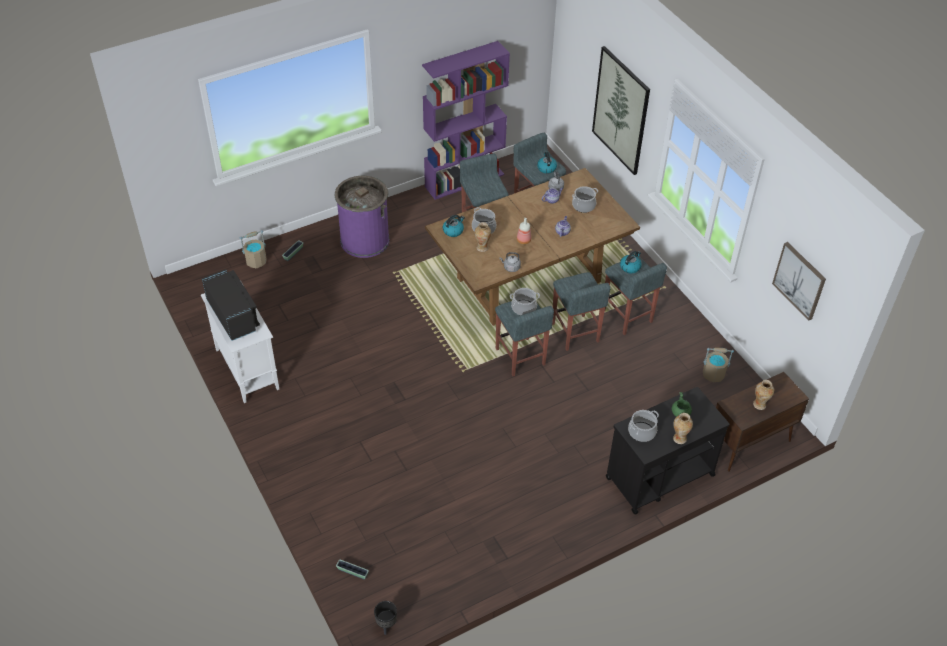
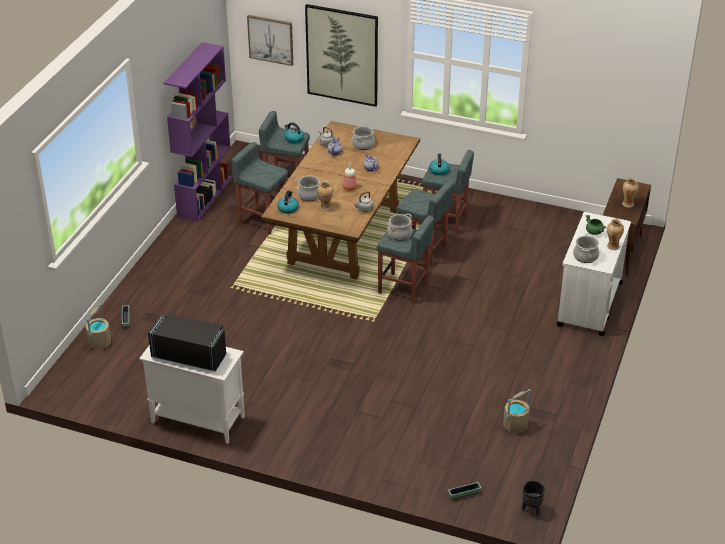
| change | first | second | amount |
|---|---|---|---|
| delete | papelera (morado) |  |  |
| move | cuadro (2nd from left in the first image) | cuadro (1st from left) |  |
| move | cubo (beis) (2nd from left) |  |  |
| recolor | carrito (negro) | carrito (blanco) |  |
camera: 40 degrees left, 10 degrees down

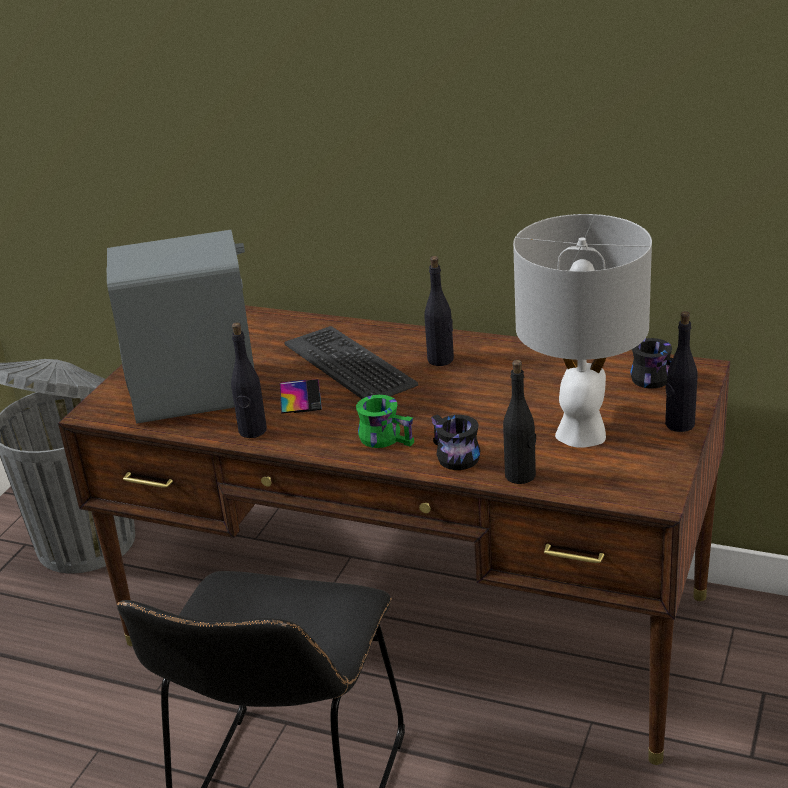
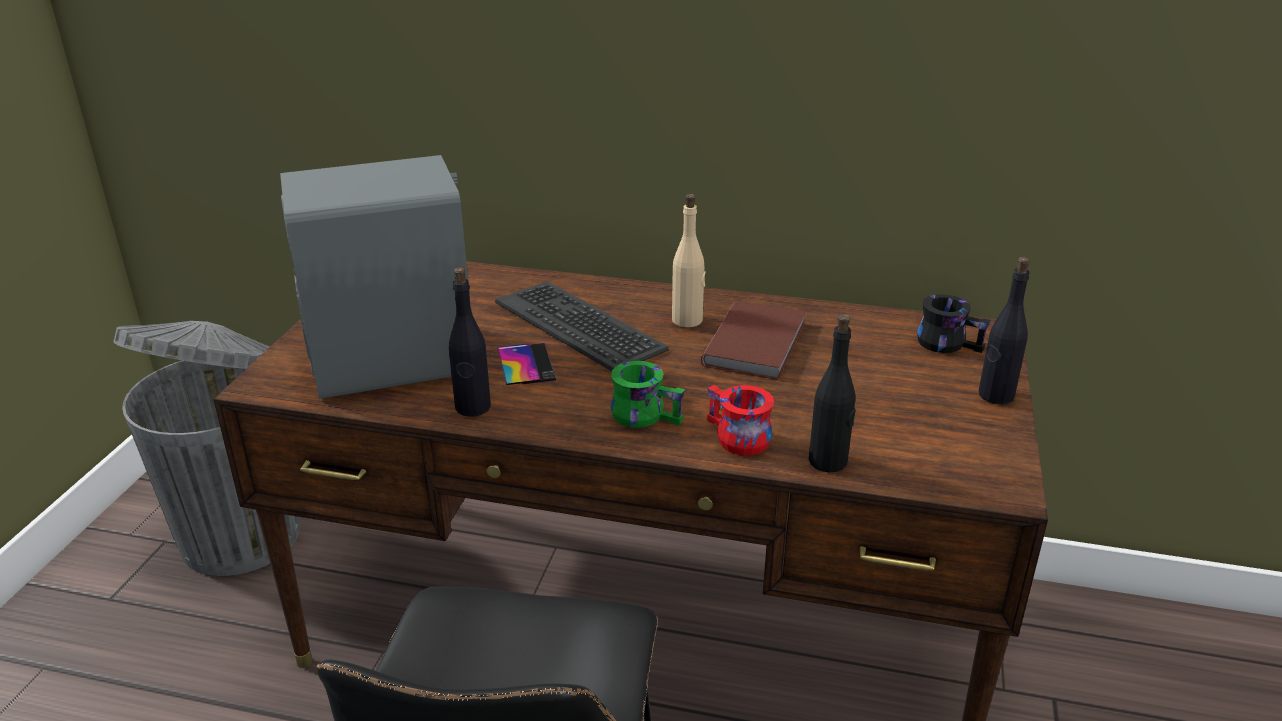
| change | first | second | amount |
|---|---|---|---|
| delete | lámpara de mesa (gris) |  |  |
| recolor | botella (negro) (2nd from left) | botella (beis) |  |
| recolor | taza grande (negro) (1st from left) | taza grande (rojo) |  |
| insert |  | libro (marrón) |  |
camera: 10 degrees left, 0 degrees up

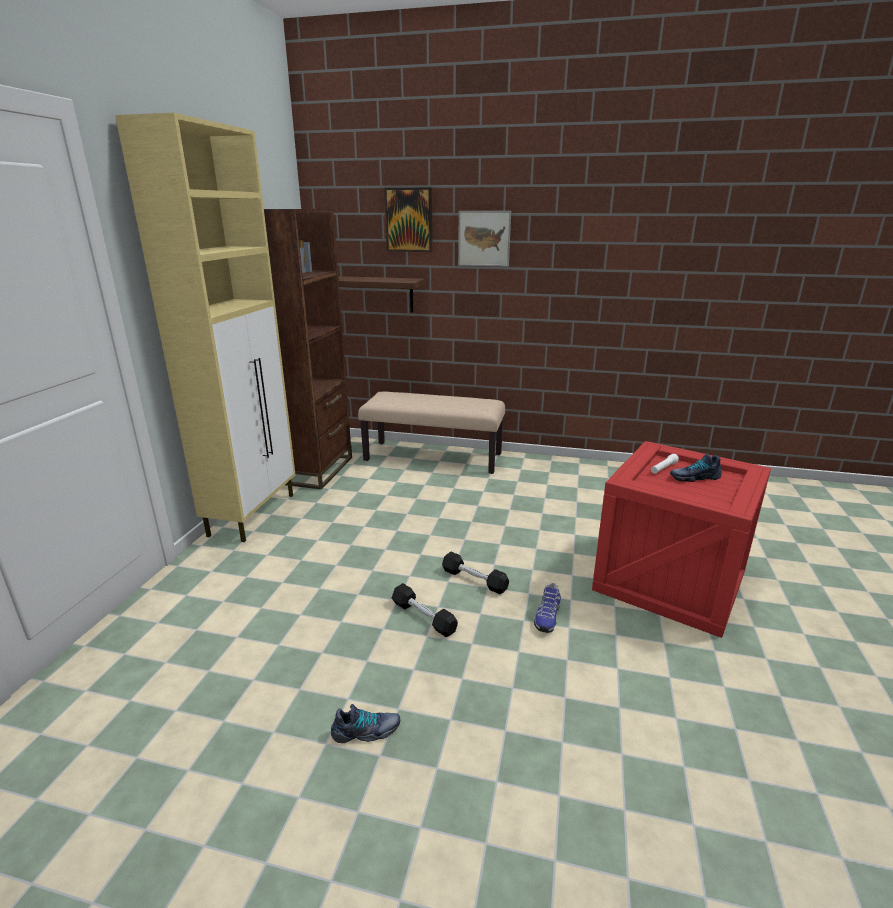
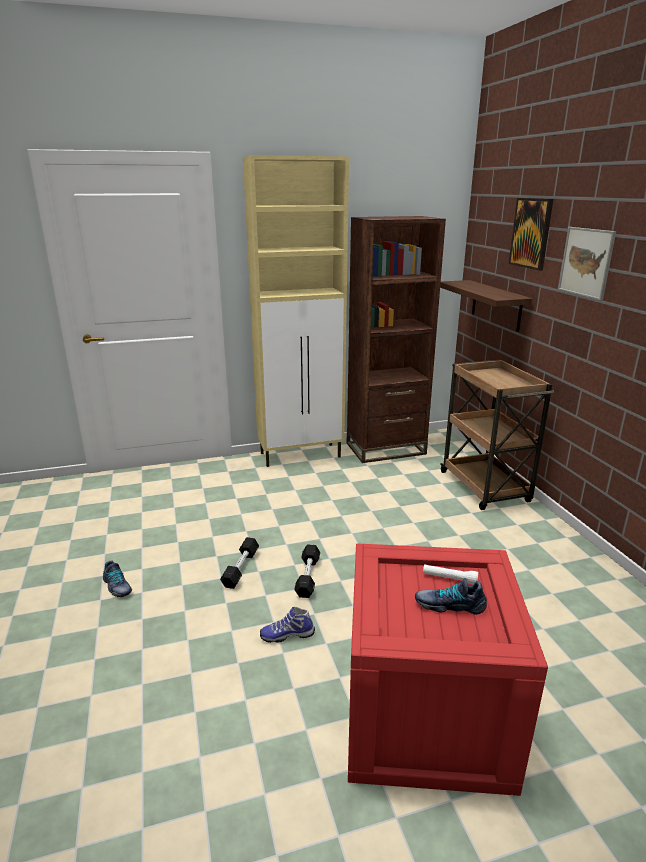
| change | first | second | amount |
|---|---|---|---|
| replace | banco (beis) | carrito (marrón) |  |
| rotate | zapato (3rd from left) |  | 45 degrees counterclockwise |
camera: 60 degrees right, 0 degrees up

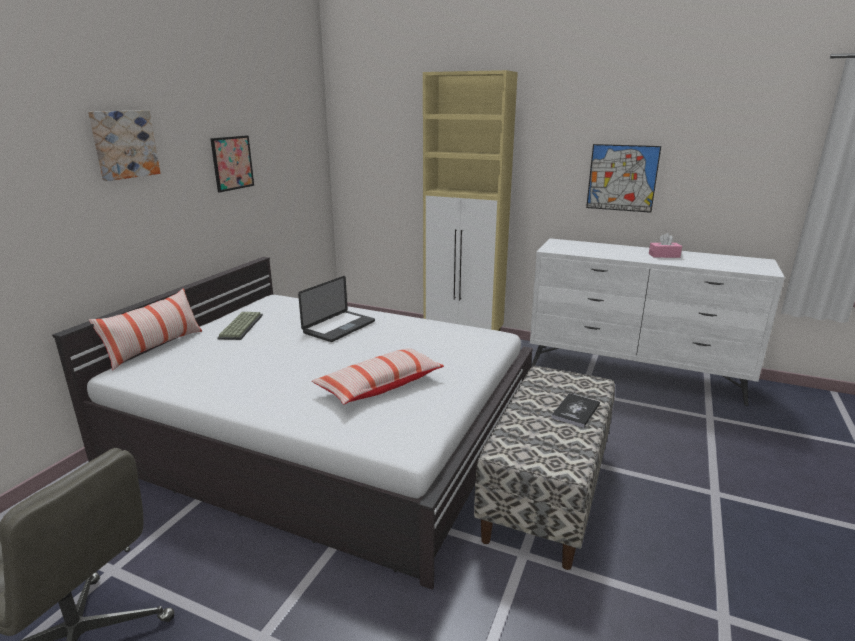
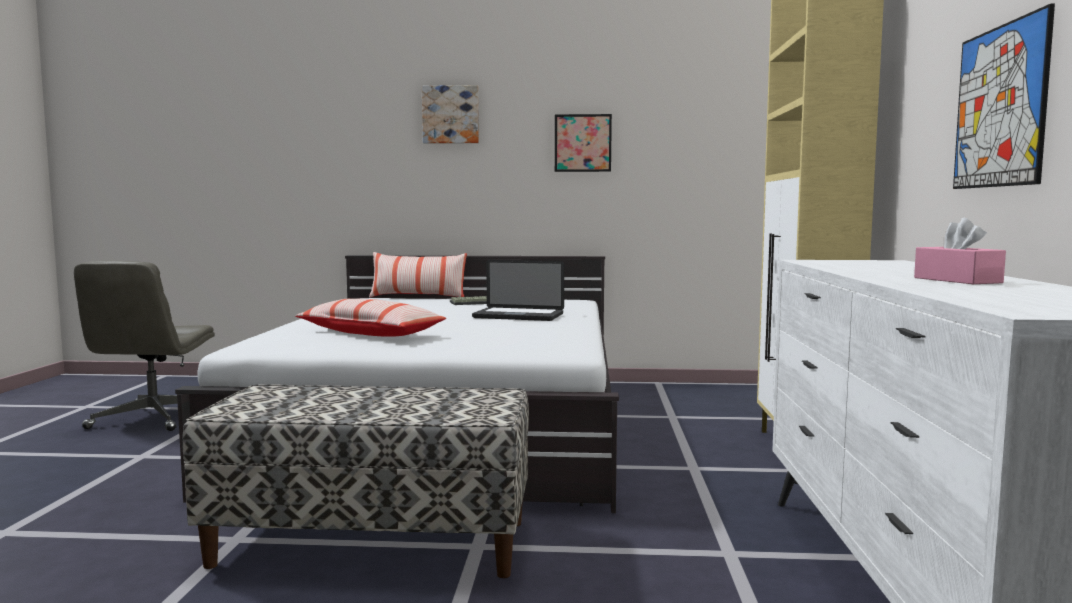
| change | first | second | amount |
|---|---|---|---|
| delete | libro |  |  |
camera: 70 degrees right, 15 degrees down

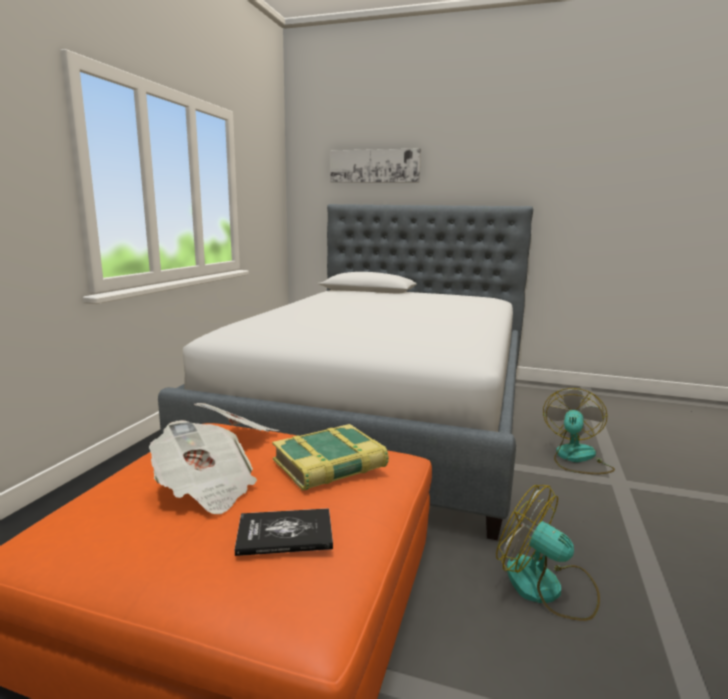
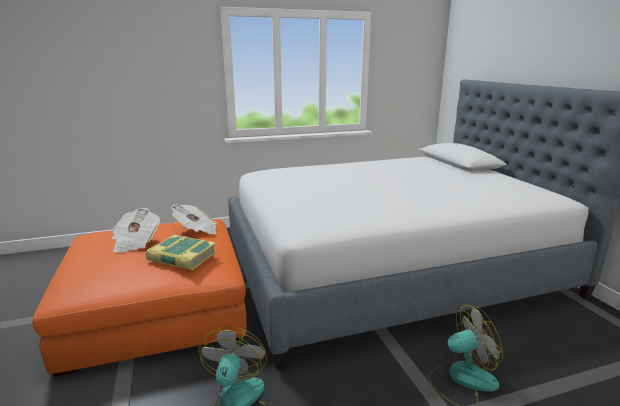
| change | first | second | amount |
|---|---|---|---|
| delete | cuadro |  |  |
| delete | libro (1st from left) |  |  |
camera: 55 degrees right, 5 degrees up

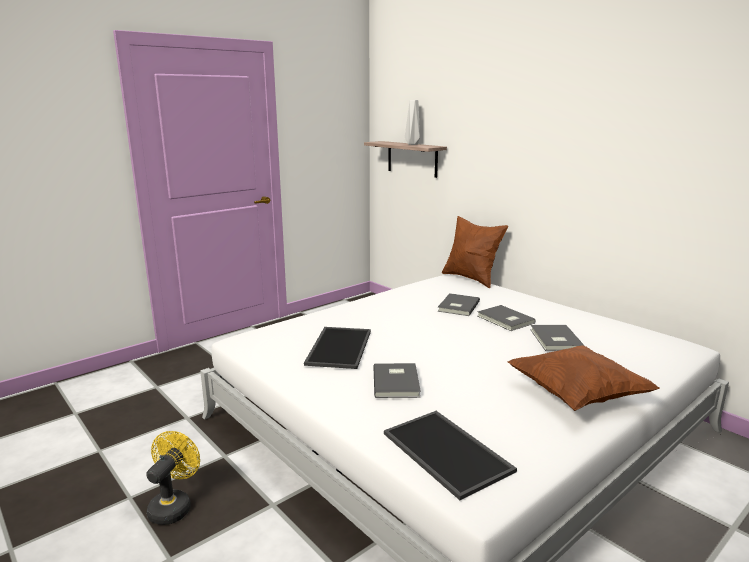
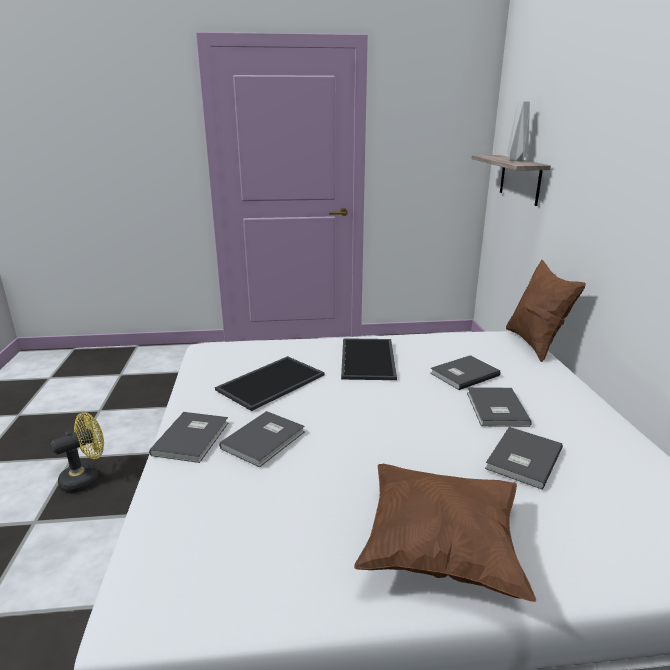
| change | first | second | amount |
|---|---|---|---|
| move | bandeja (2nd from left) |  |  |
| insert |  | libro (gris) (1st from left) |  |
camera: 35 degrees right, 5 degrees up

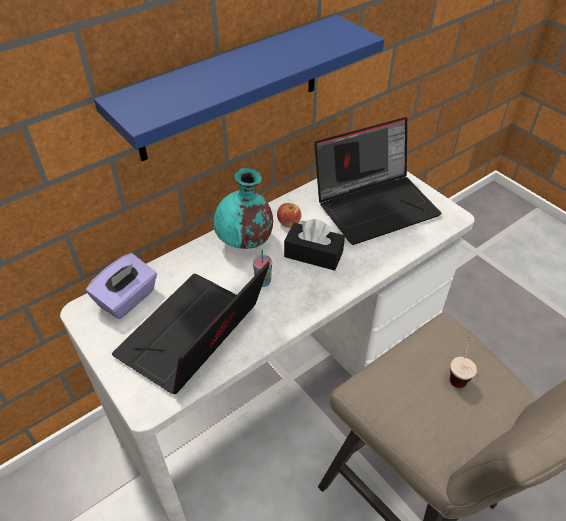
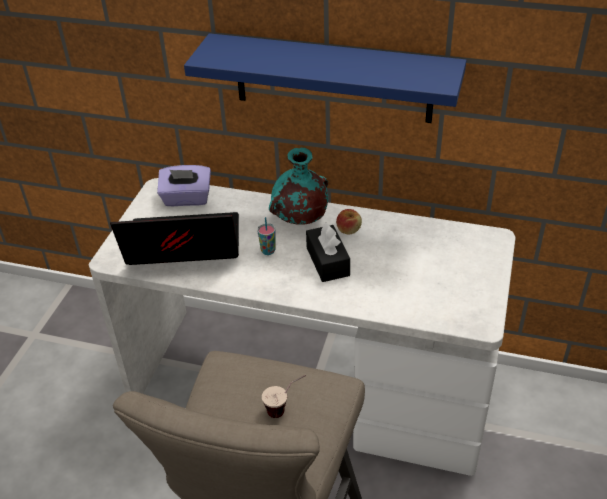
| change | first | second | amount |
|---|---|---|---|
| delete | portátil (2nd from left) |  |  |
camera: 55 degrees right, 5 degrees down

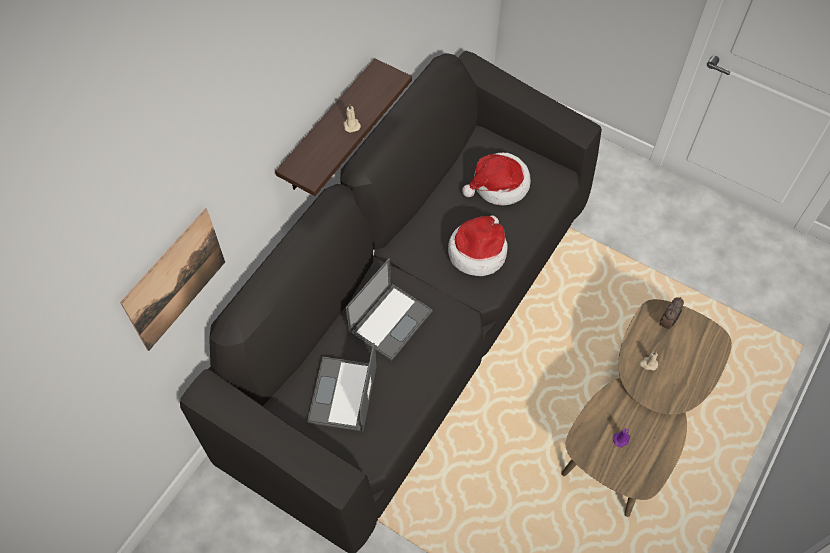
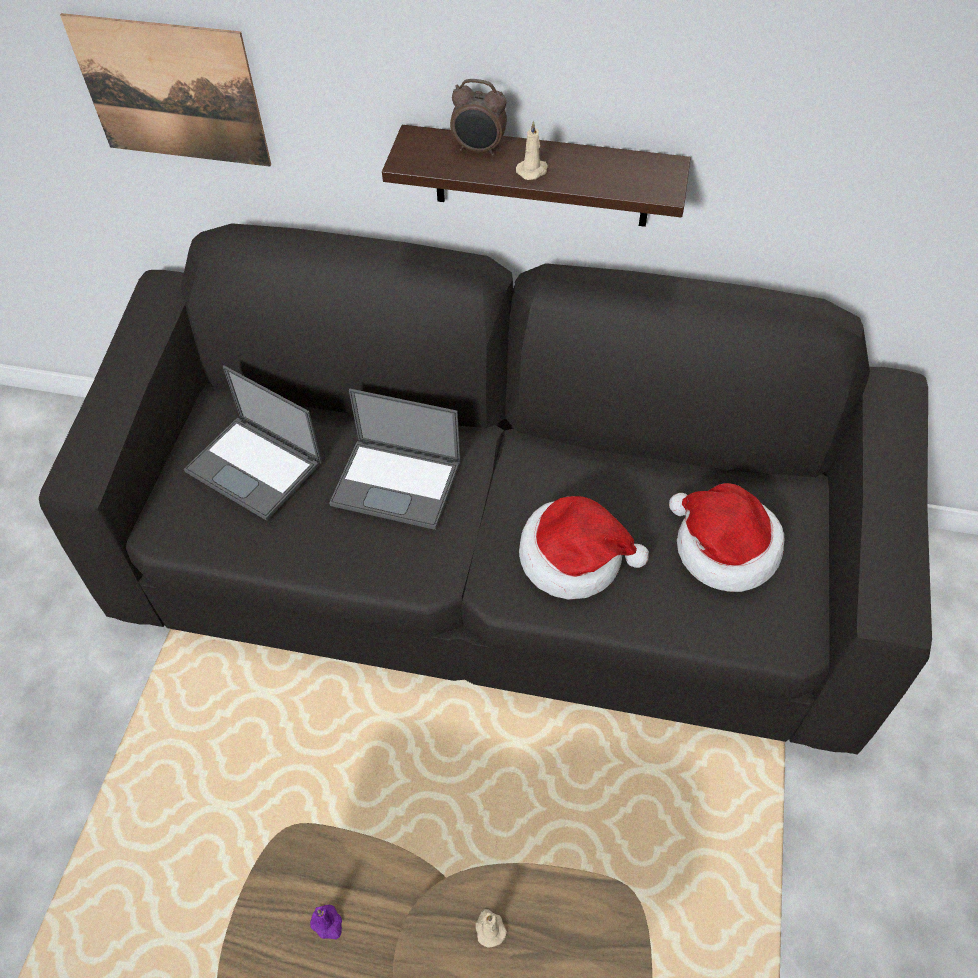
| change | first | second | amount |
|---|---|---|---|
| move | despertador |  |  |
| rotate | portátil (1st from left) |  | 135 degrees counterclockwise |
camera: 70 degrees right, 5 degrees down

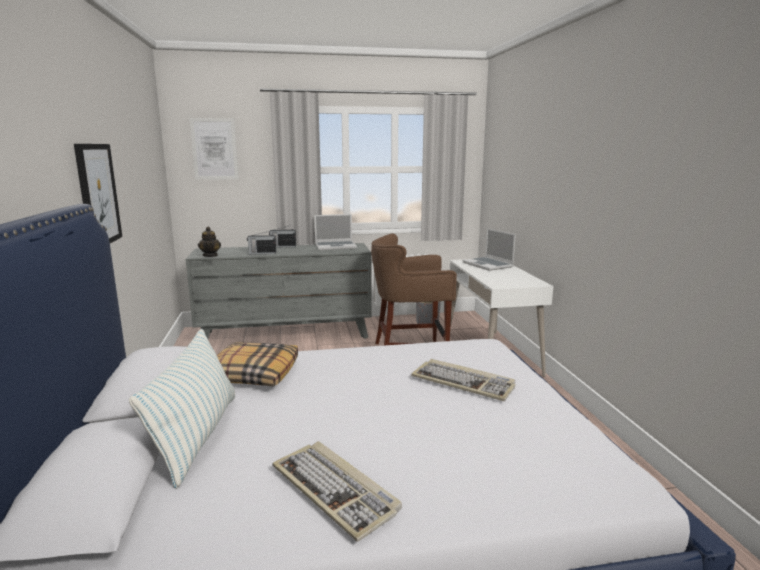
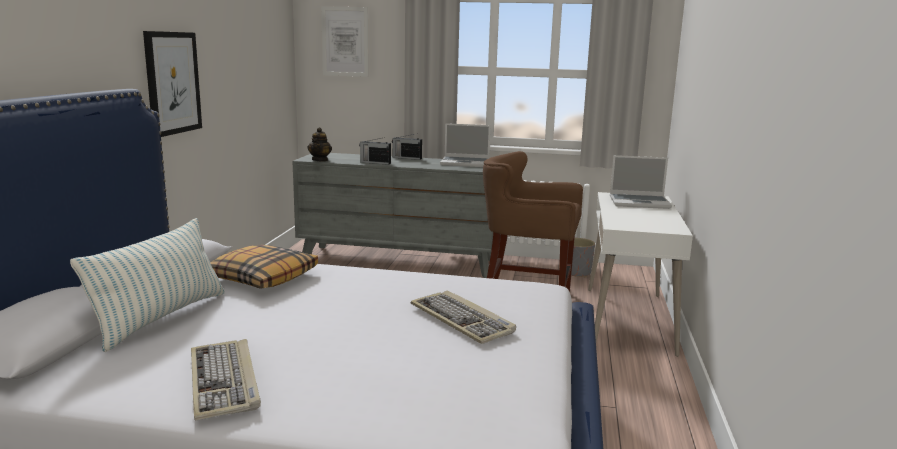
| change | first | second | amount |
|---|---|---|---|
| rotate | portátil (2nd from left) |  | 75 degrees counterclockwise |
camera: 20 degrees right, 0 degrees up

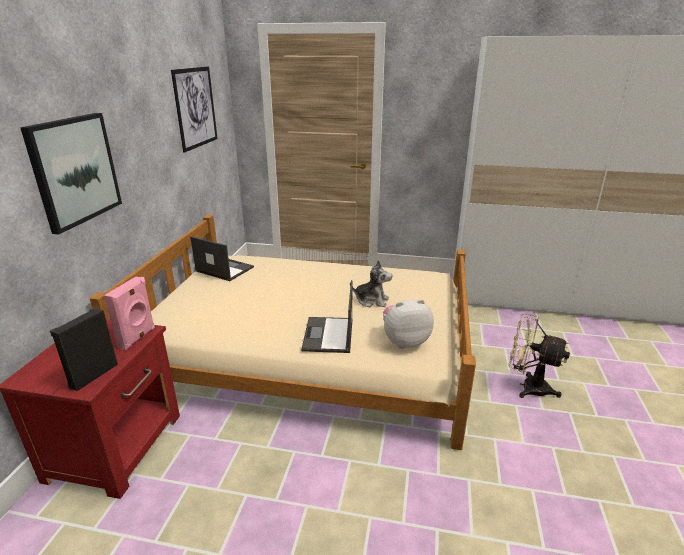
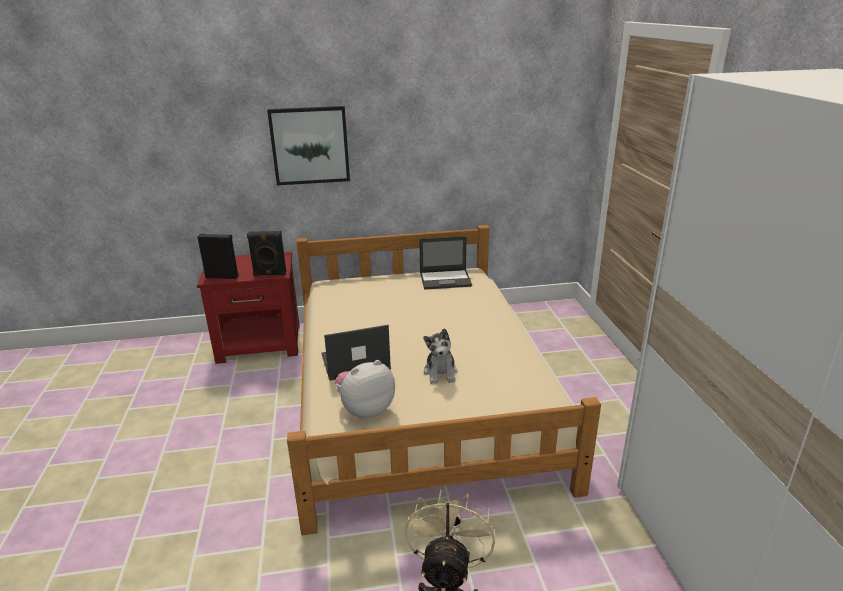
| change | first | second | amount |
|---|---|---|---|
| delete | cuadro (2nd from left) |  |  |
| rotate | portátil (1st from left in the first image) | portátil (2nd from left) | 75 degrees clockwise |
| recolor | altavoz (rosa) | altavoz (negro) (2nd from left) |  |
| rotate | peluche (2nd from left in the first image) | peluche (1st from left) | 90 degrees counterclockwise |
camera: 70 degrees right, 0 degrees up

